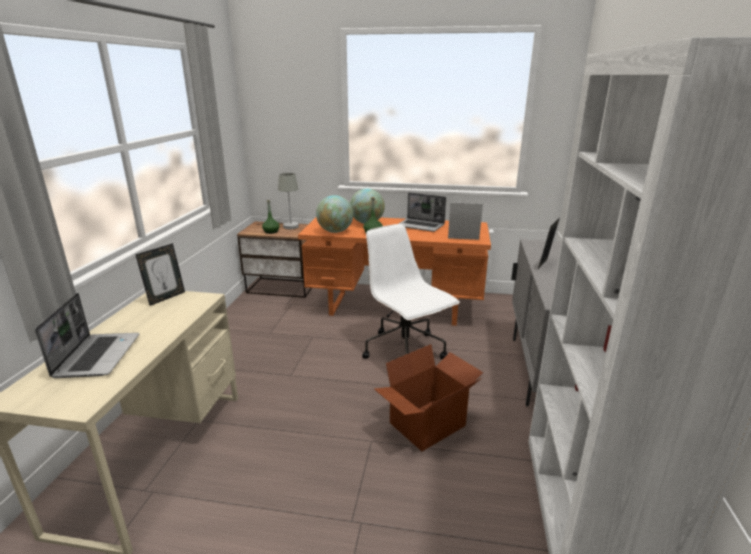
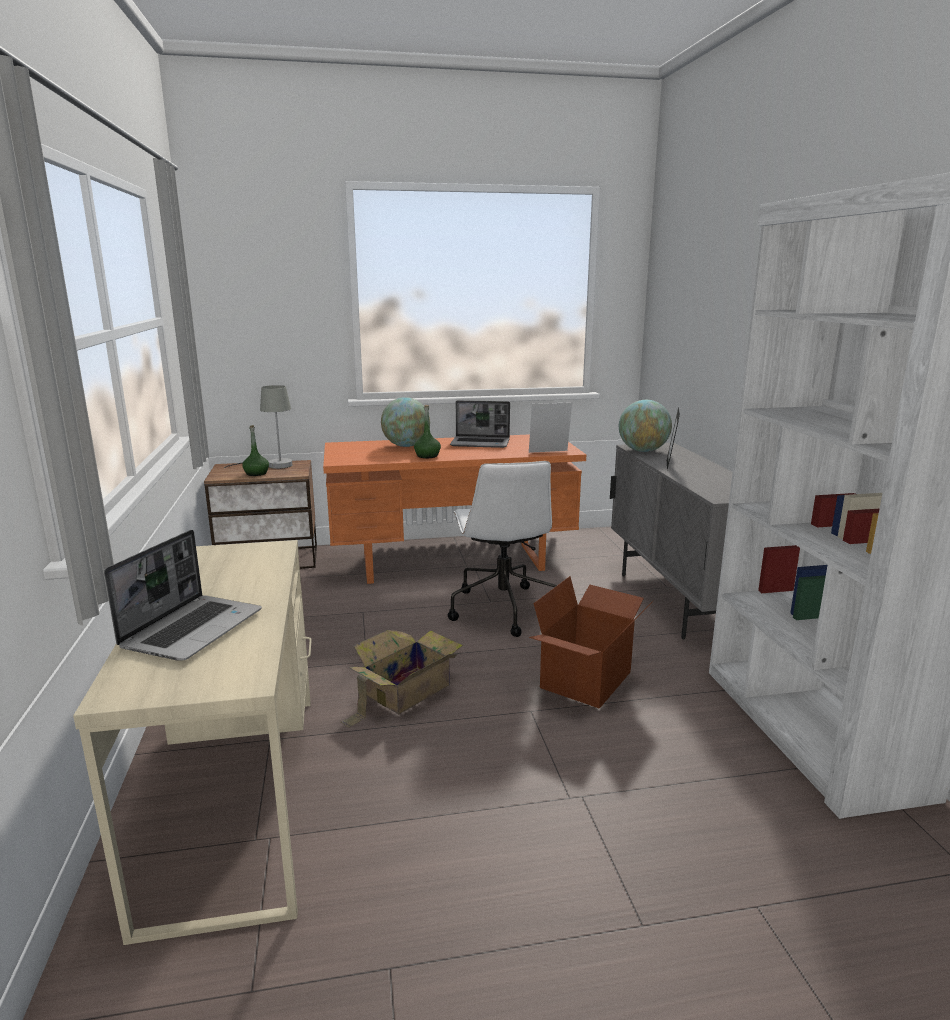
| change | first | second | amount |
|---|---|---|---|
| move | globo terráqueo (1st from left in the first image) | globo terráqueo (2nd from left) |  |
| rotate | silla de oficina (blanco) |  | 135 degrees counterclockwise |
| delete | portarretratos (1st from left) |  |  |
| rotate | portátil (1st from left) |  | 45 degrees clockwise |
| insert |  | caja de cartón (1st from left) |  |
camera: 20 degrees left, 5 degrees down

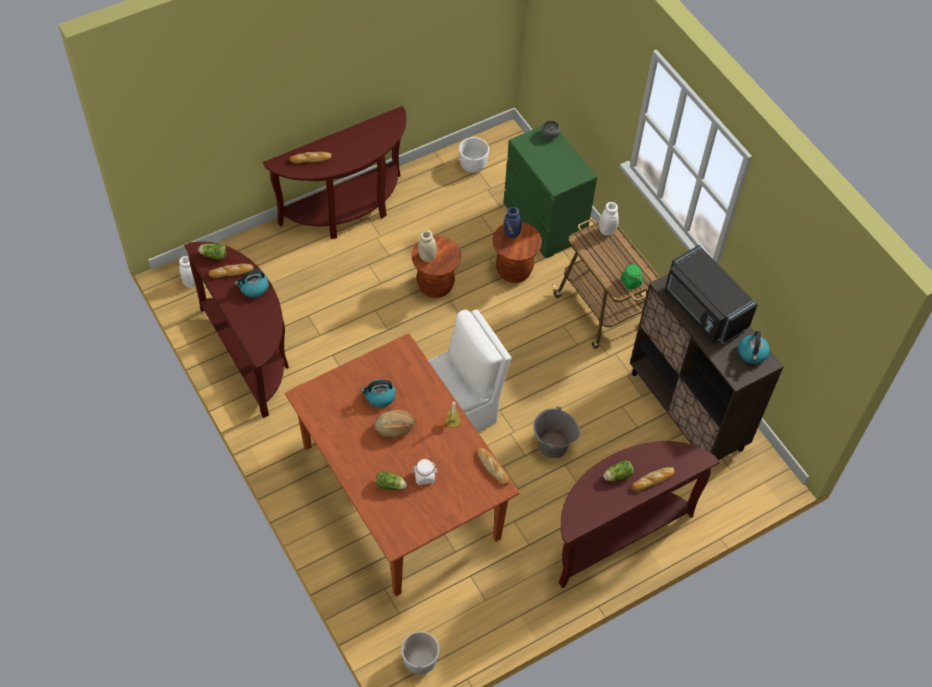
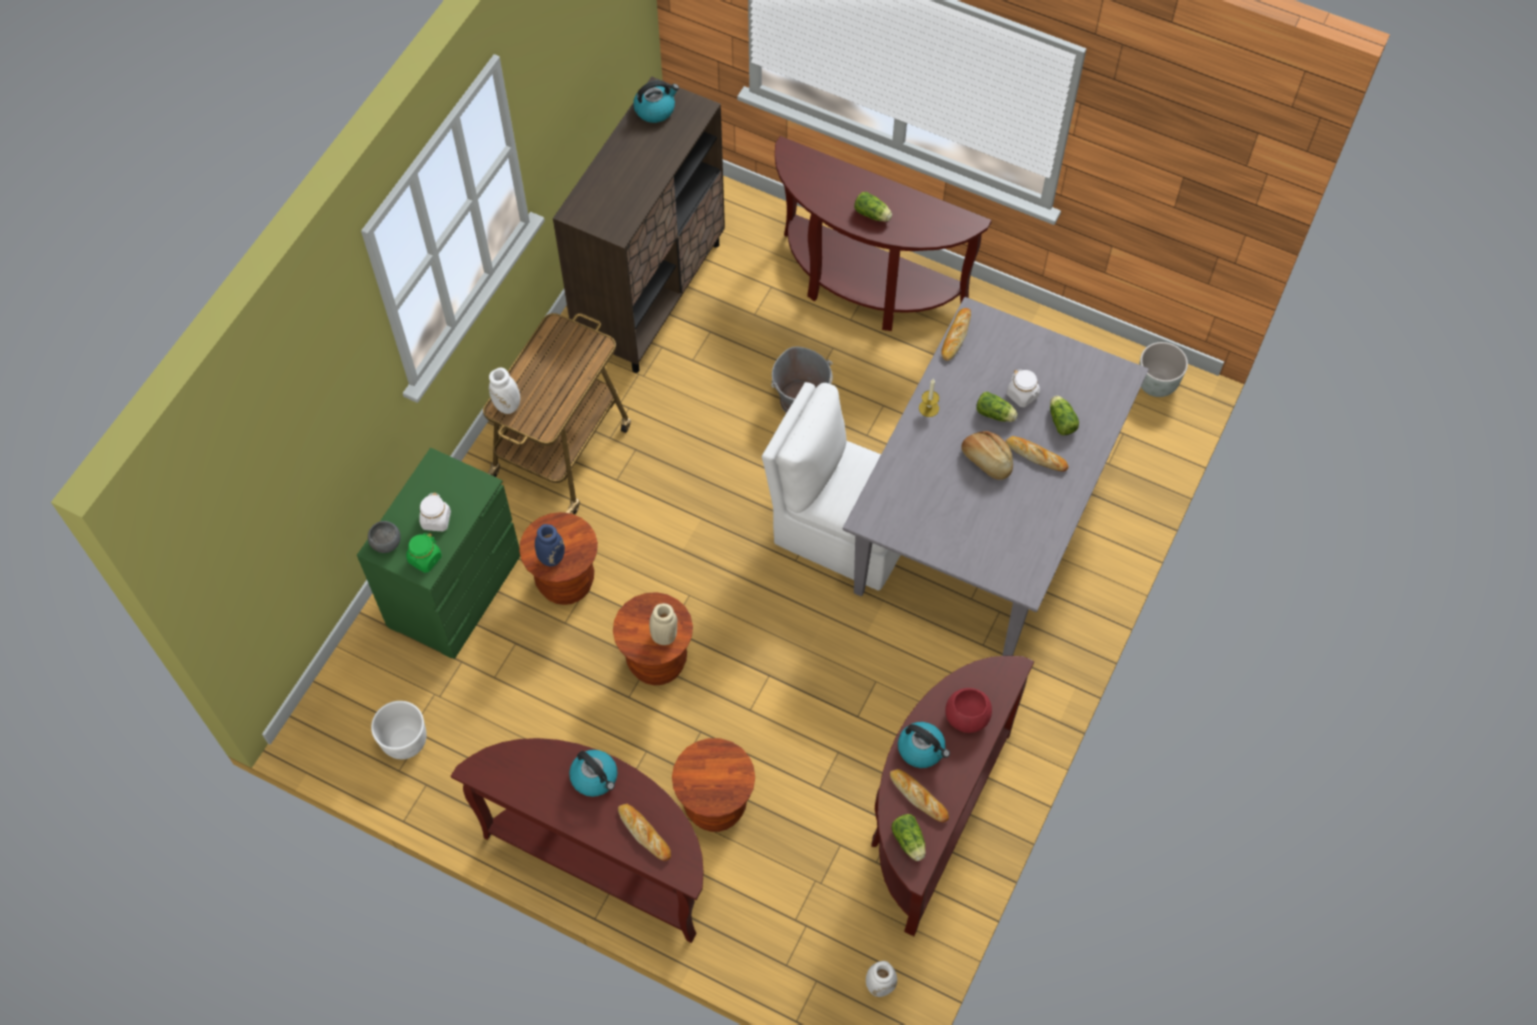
| change | first | second | amount |
|---|---|---|---|
| delete | microondas (negro) |  |  |
| move | tarro (verde) |  |  |
| recolor | mesa de comedor (marrón) | mesa de comedor (gris) |  |
| move | hervidor (2nd from left in the first image) | hervidor (1st from left) |  |
| move | pan (5th from left) |  |  |
| insert |  | lechuga (3rd from left) |  |
| insert |  | tarro (blanco) (1st from left) |  |
| insert |  | cuenco (rojo) |  |
| insert |  | taburete (marrón) (3rd from left) |  |
camera: 120 degrees left, 5 degrees up

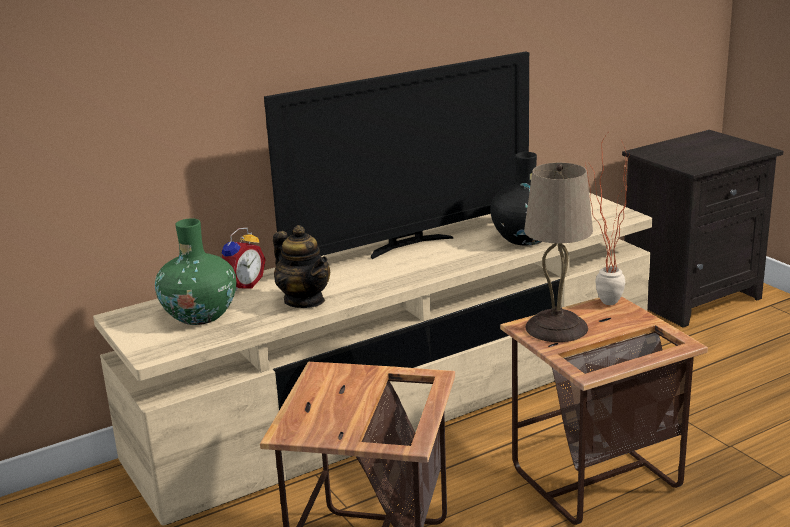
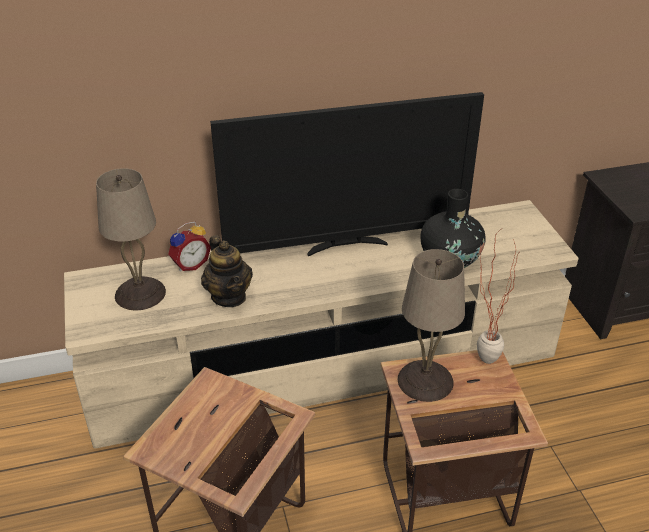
| change | first | second | amount |
|---|---|---|---|
| replace | florero (verde) | lámpara de mesa (beis) (1st from left) |  |
camera: 15 degrees right, 15 degrees up

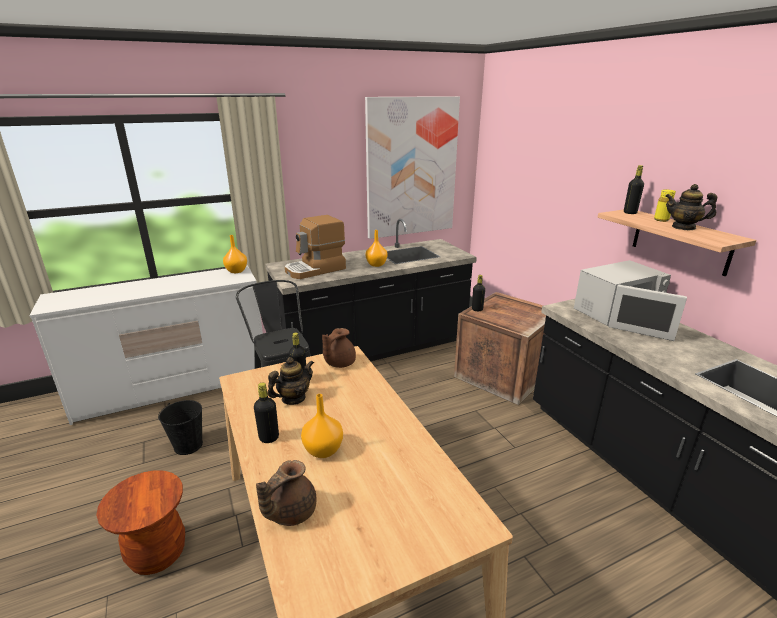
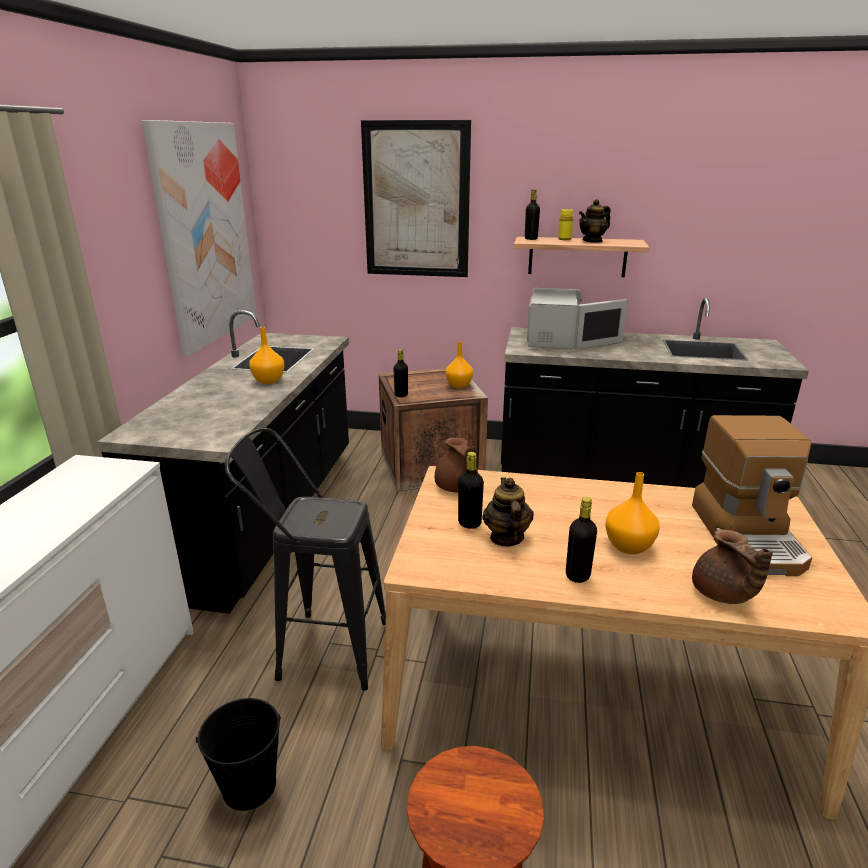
| change | first | second | amount |
|---|---|---|---|
| move | cafetera |  |  |
| move | florero (naranja) (1st from left in the first image) | florero (naranja) (2nd from left) |  |
| insert |  | cuadro (2nd from left) |  |
camera: 55 degrees left, 0 degrees up

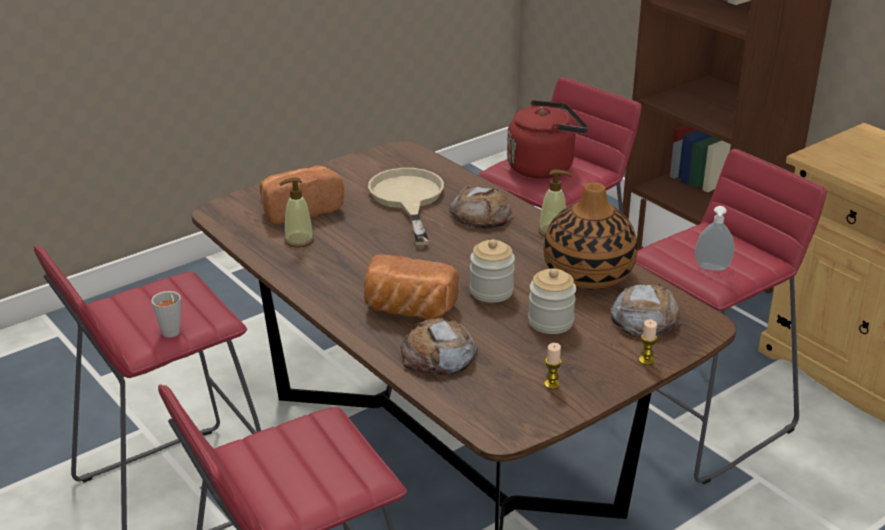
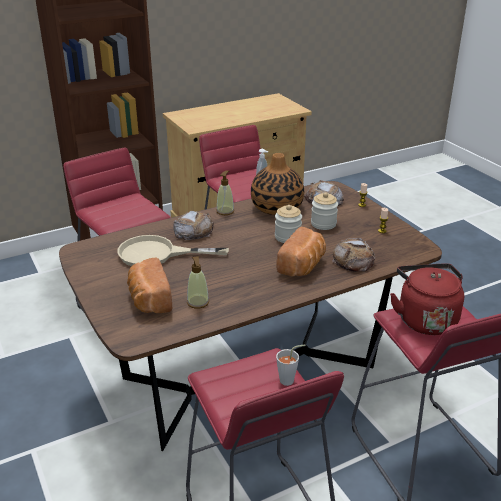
| change | first | second | amount |
|---|---|---|---|
| move | hervidor (rojo) |  |  |
camera: 80 degrees left, 0 degrees up

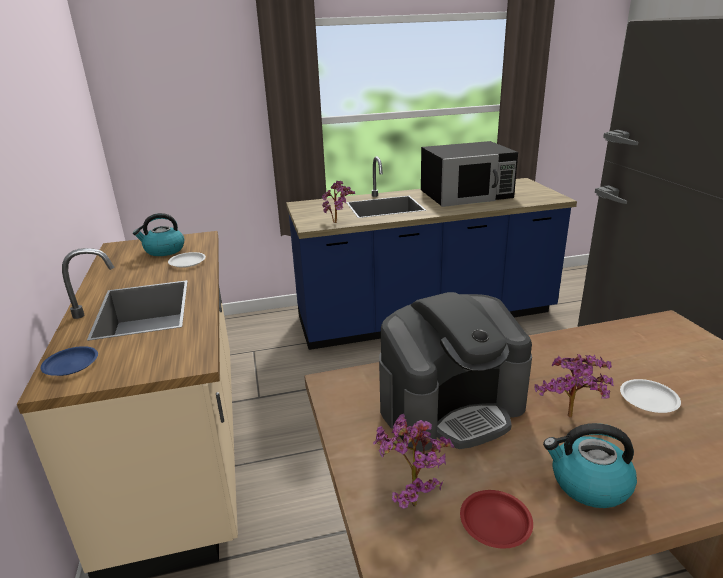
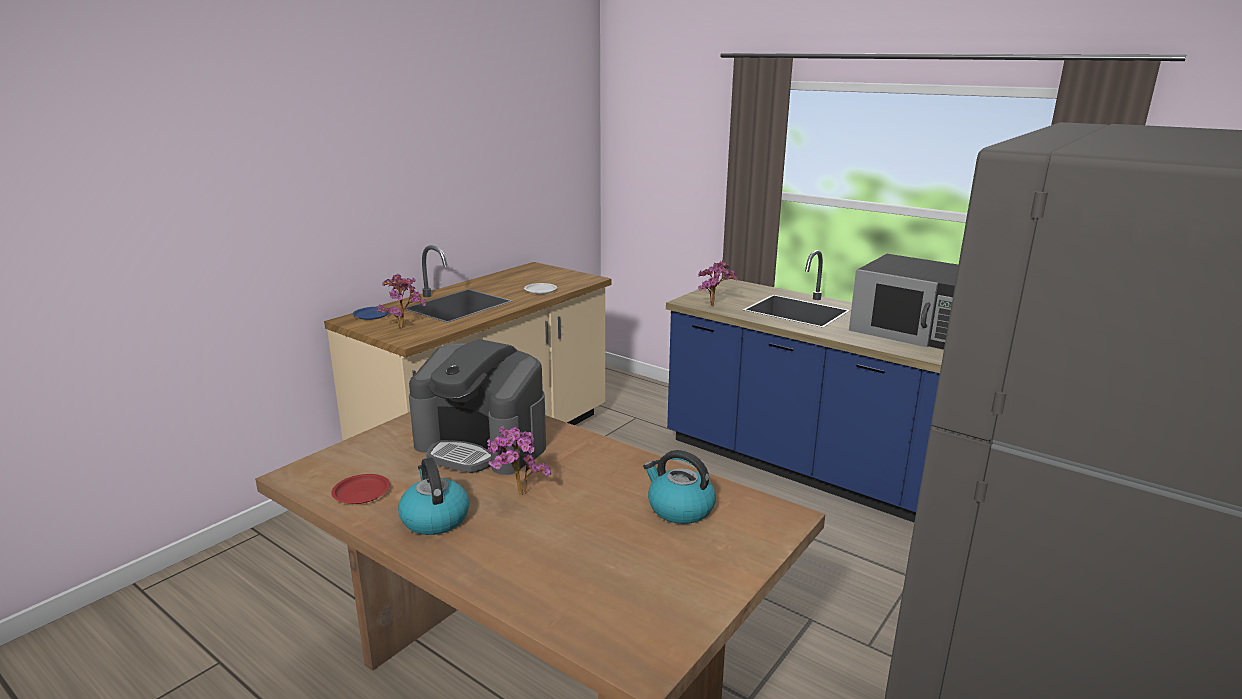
| change | first | second | amount |
|---|---|---|---|
| move | hervidor (1st from left in the first image) | hervidor (2nd from left) |  |
| delete | plato (blanco) (2nd from left) |  |  |
| move | planta en maceta (2nd from left in the first image) | planta en maceta (1st from left) |  |
camera: 50 degrees right, 5 degrees down

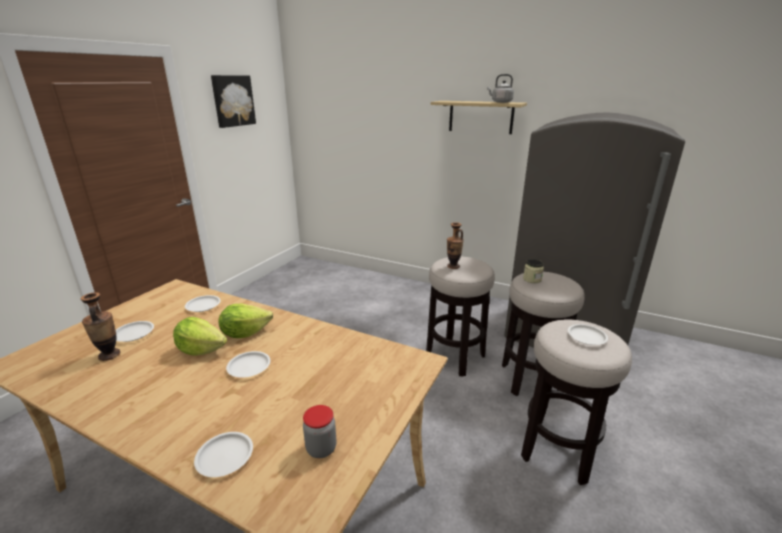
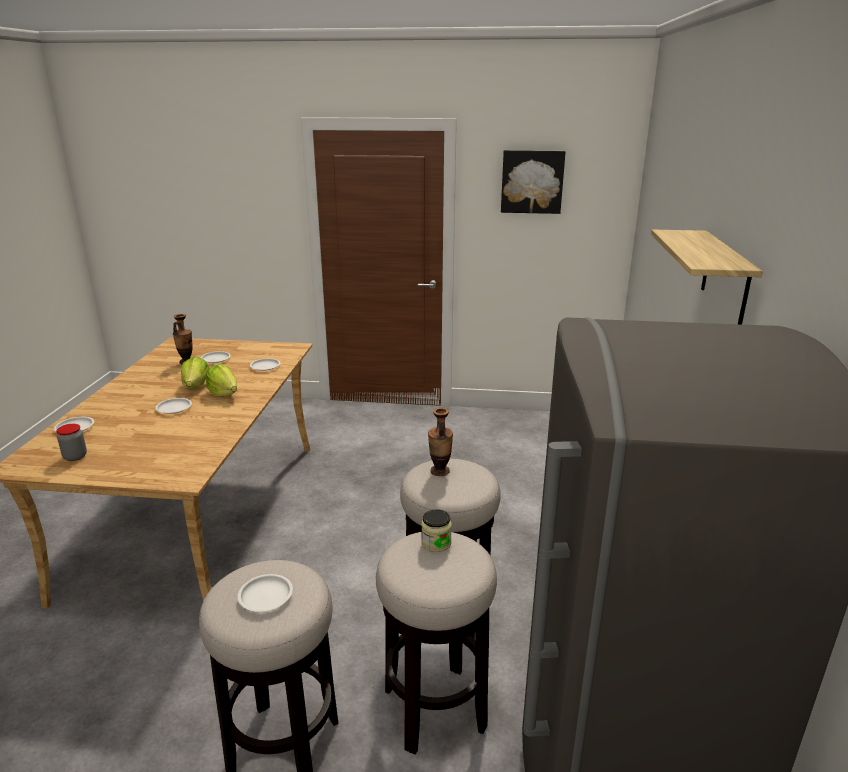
| change | first | second | amount |
|---|---|---|---|
| delete | hervidor (gris) |  |  |
camera: 70 degrees right, 0 degrees up

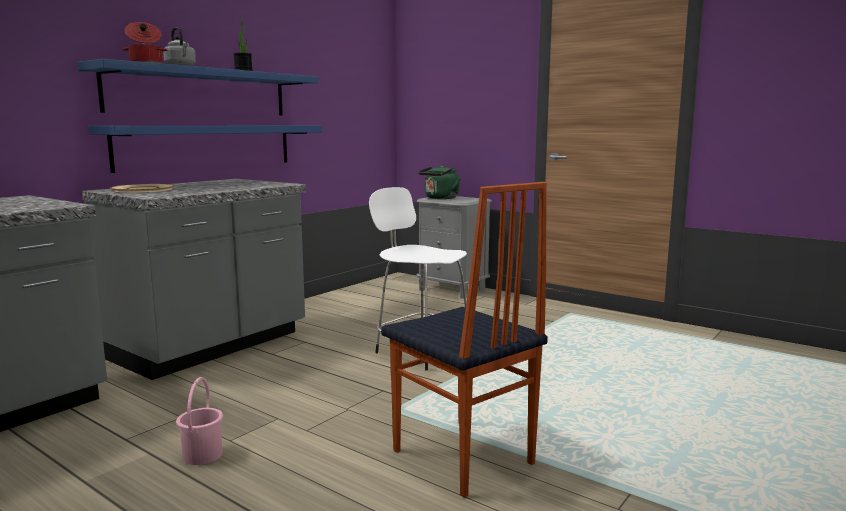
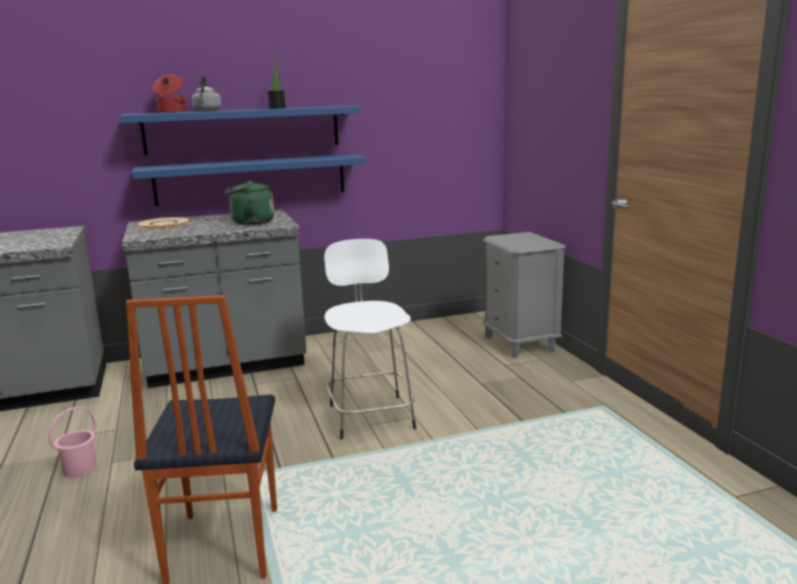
| change | first | second | amount |
|---|---|---|---|
| move | hervidor (verde) |  |  |
camera: 35 degrees right, 5 degrees up

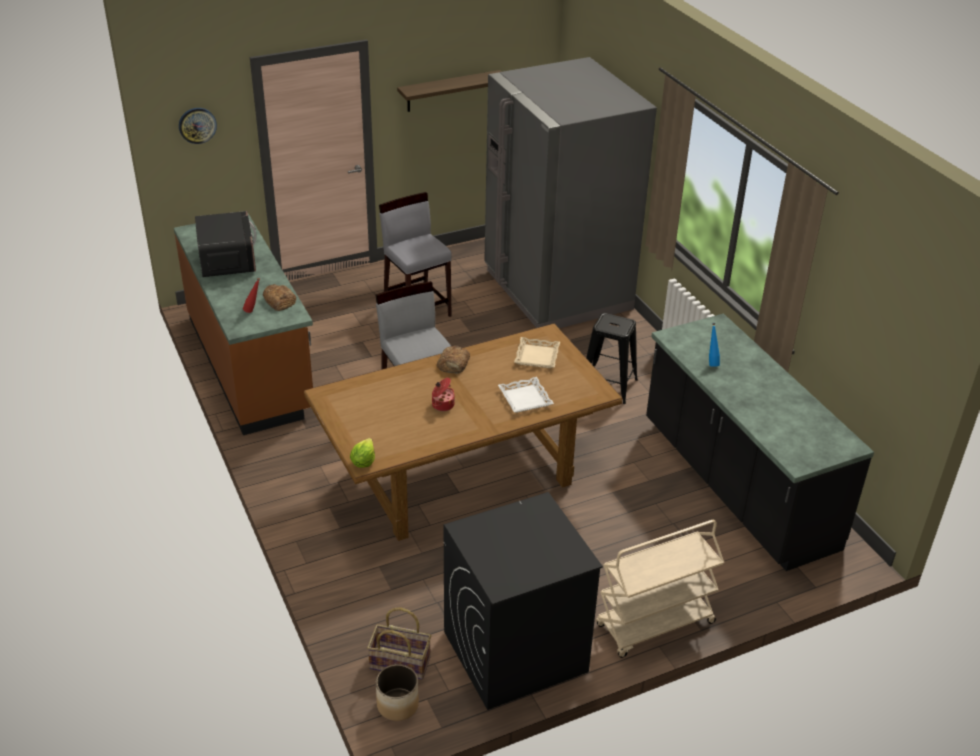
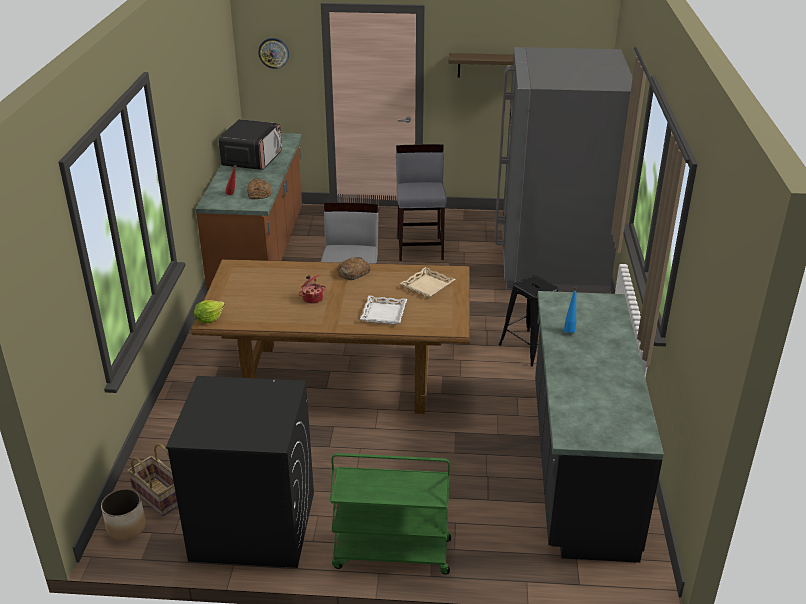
| change | first | second | amount |
|---|---|---|---|
| recolor | carrito (beis) | carrito (verde) |  |
camera: 30 degrees right, 5 degrees down

